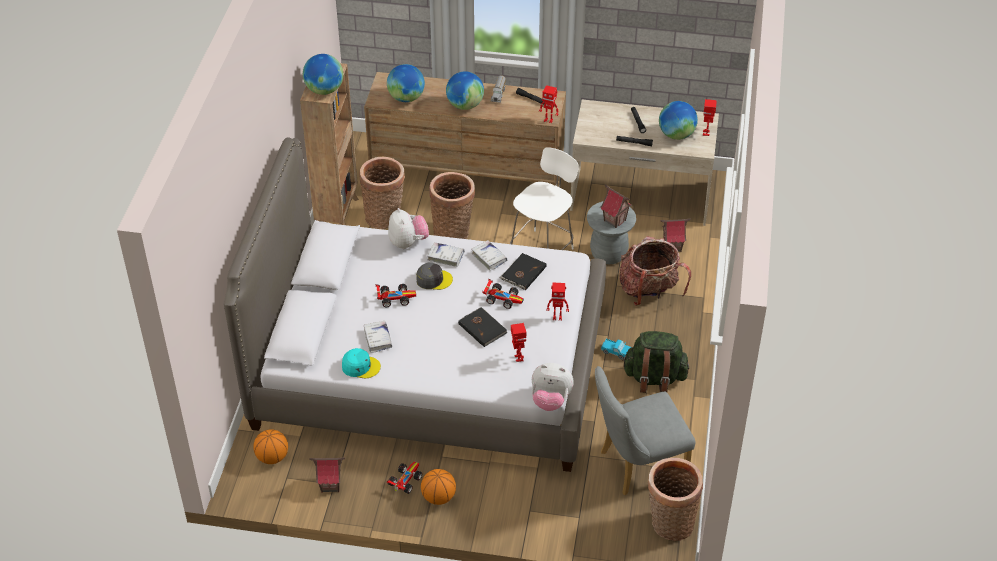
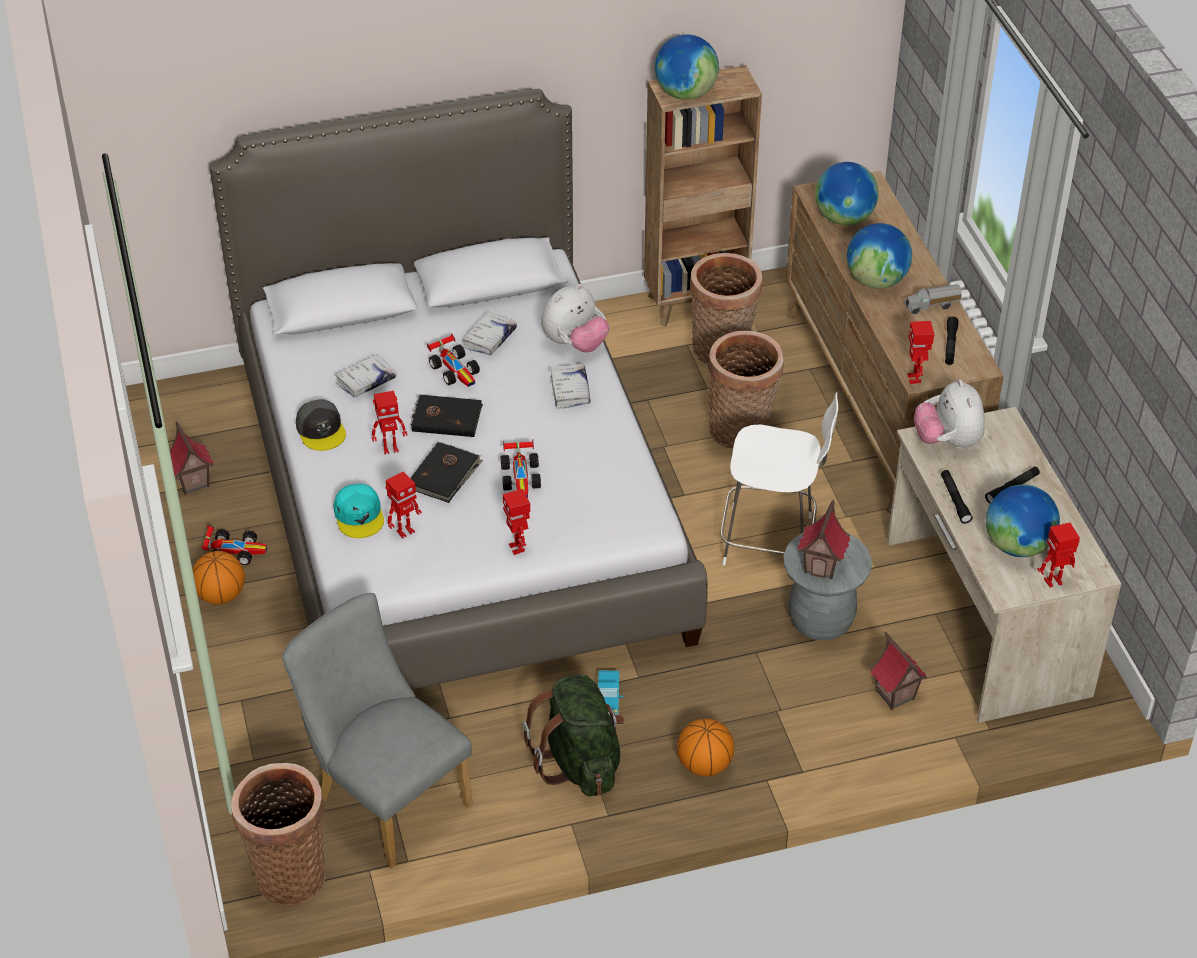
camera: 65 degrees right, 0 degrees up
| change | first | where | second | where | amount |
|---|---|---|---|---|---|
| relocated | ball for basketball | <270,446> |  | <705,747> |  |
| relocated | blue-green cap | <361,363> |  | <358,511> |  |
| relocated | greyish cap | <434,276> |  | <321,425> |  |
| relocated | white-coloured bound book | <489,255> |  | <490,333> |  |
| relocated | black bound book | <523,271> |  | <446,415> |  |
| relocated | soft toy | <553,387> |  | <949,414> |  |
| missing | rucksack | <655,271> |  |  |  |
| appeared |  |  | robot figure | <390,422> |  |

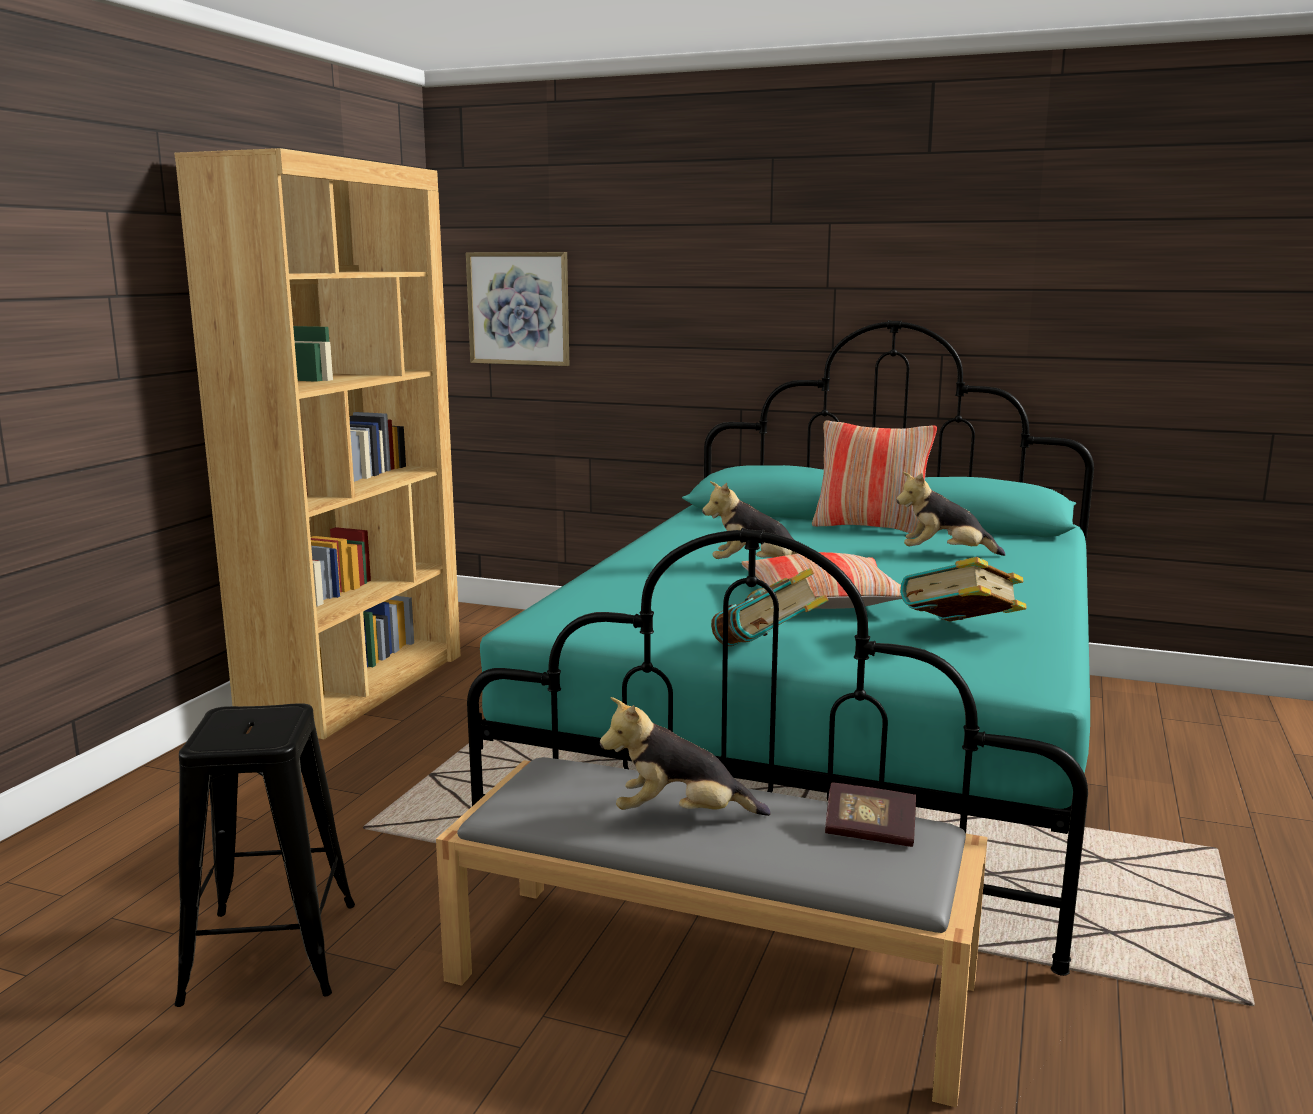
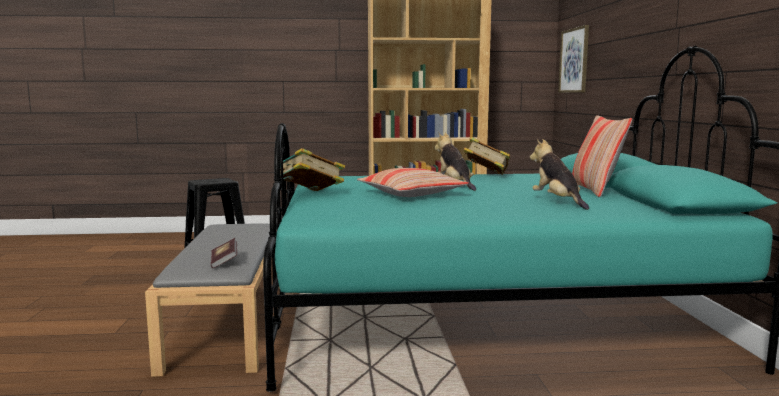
camera: 65 degrees right, 5 degrees down
| change | first | where | second | where | amount |
|---|---|---|---|---|---|
| missing | soft toy | <685,756> |  |  |  |
| relocated | bound book | <963,589> |  | <487,156> |  |

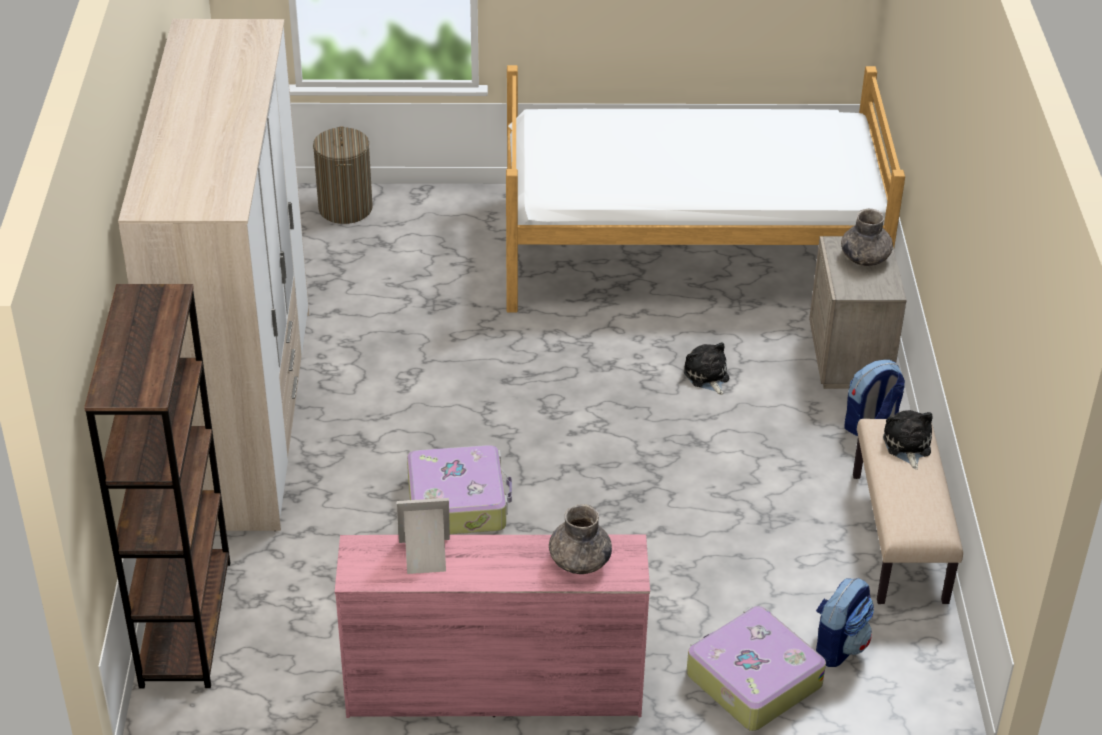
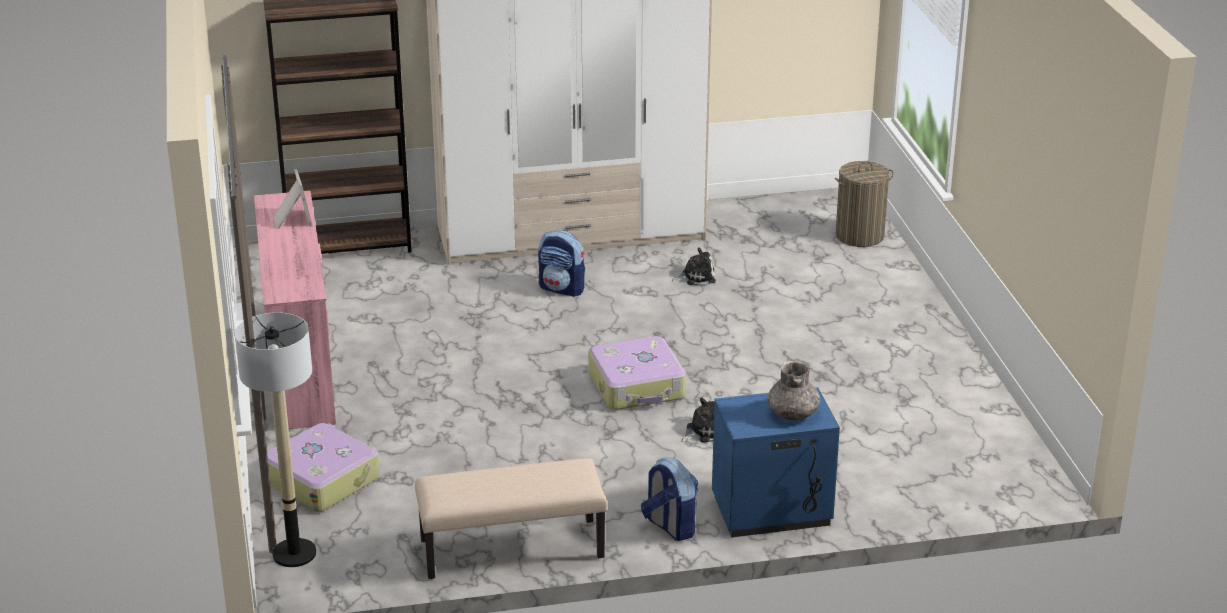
camera: 80 degrees right, 10 degrees down
| change | first | where | second | where | amount |
|---|---|---|---|---|---|
| relocated | travel case | <459,489> |  | <637,373> |  |
| missing | bedroom bed | <705,188> |  |  |  |
| missing | greyish decorative vase | <580,539> |  |  |  |
| colour | beige night table | <858,312> | bluish night table | <776,462> |  |
| relocated | rucksack | <845,622> |  | <561,263> |  |
| relocated | soft toy | <908,439> |  | <694,266> |  |
| appeared |  |  | standard lamp | <275,439> |  |

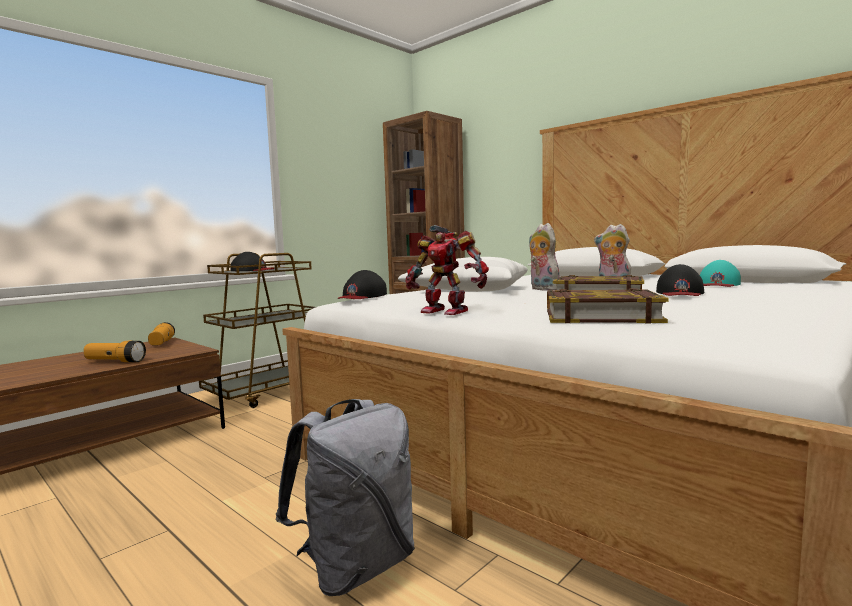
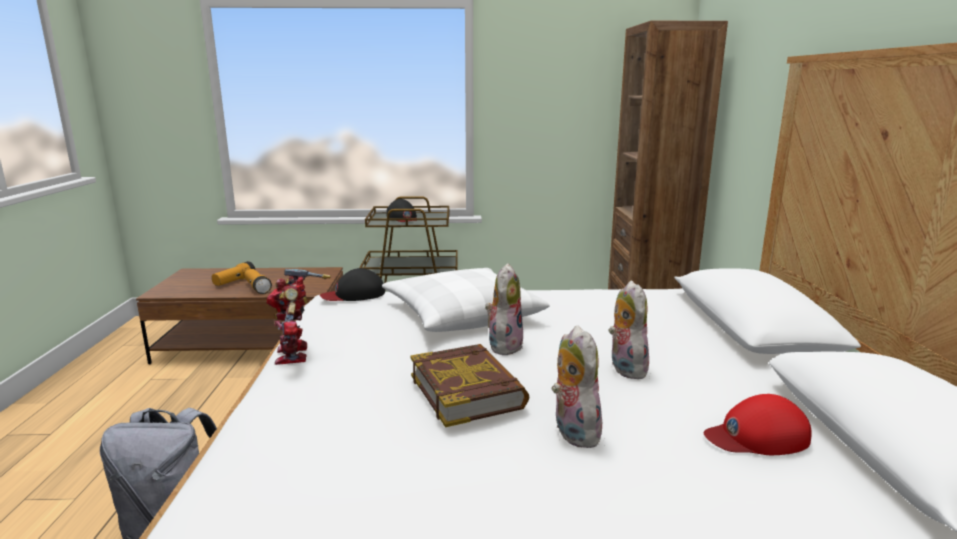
camera: 45 degrees right, 10 degrees up
| change | first | where | second | where | amount |
|---|---|---|---|---|---|
| relocated | flashlight | <161,334> |  | <233,273> |  |
| missing | bound book | <608,305> |  |  |  |
| exchanged | black cap | <680,280> | soft toy | <577,386> |  |
| colour | blue-green cap | <720,273> | red-coloured cap | <758,424> |  |

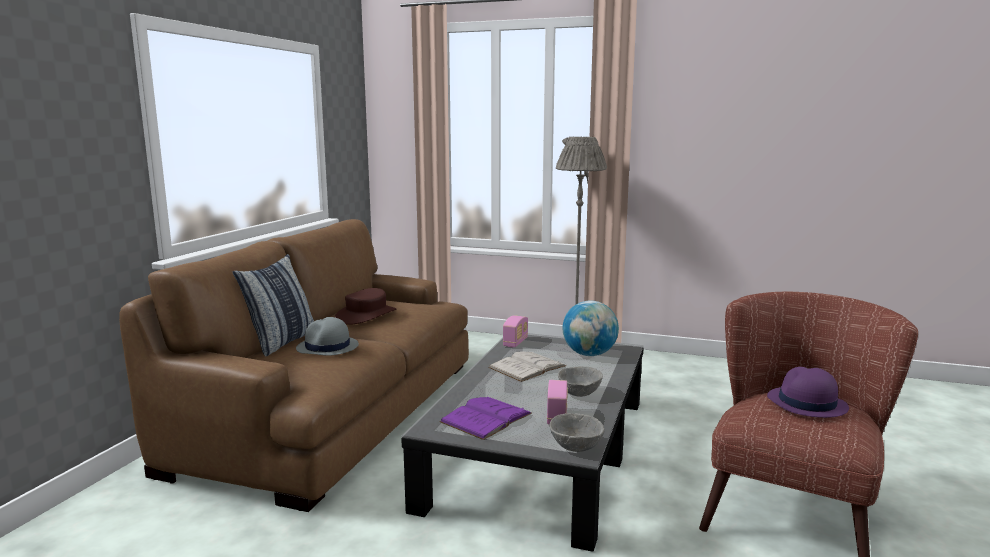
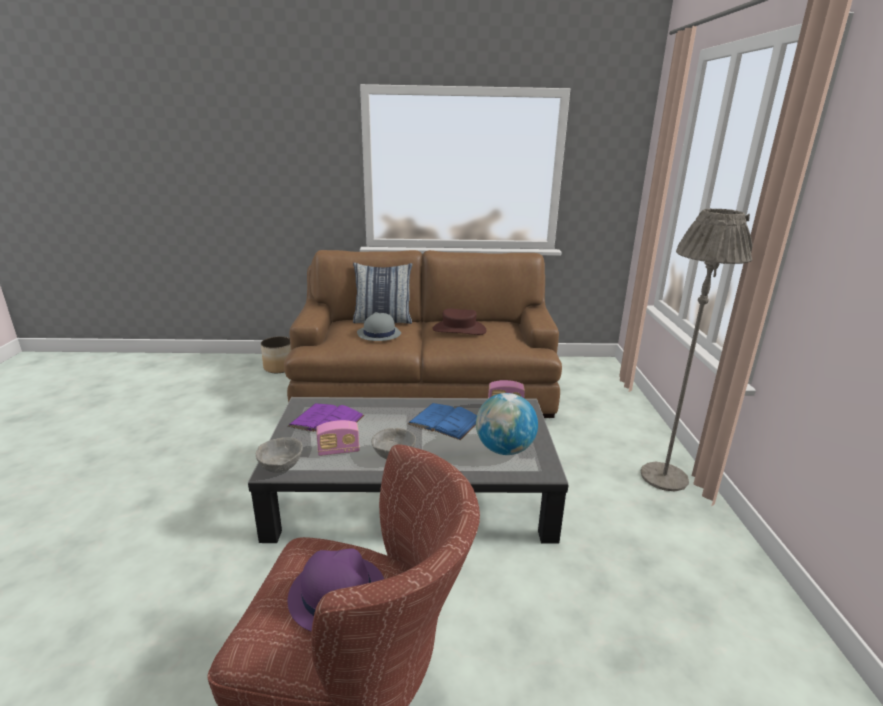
camera: 70 degrees right, 10 degrees up
| change | first | where | second | where | amount |
|---|---|---|---|---|---|
| colour | white-coloured bound book | <527,367> | bluish bound book | <442,421> |  |
| appeared |  |  | plant pot | <276,354> |  |

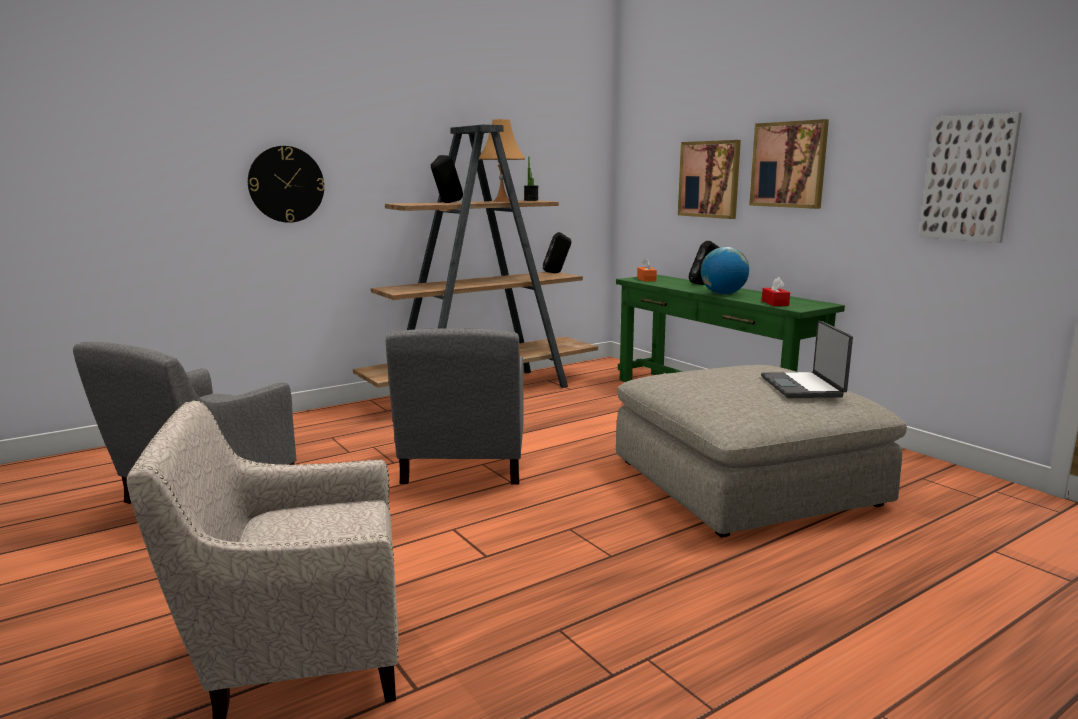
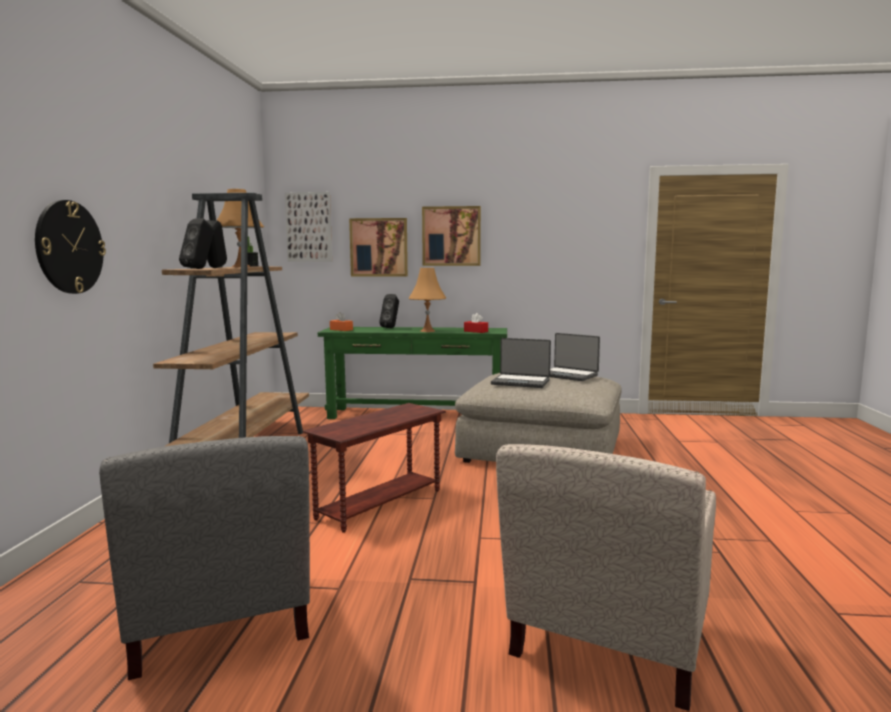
camera: 50 degrees left, 5 degrees down
| change | first | where | second | where | amount |
|---|---|---|---|---|---|
| exchanged | greyish armchair | <455,406> | brown accent table | <374,468> |  |
| relocated | black loudspeaker | <557,252> |  | <196,243> |  |
| exchanged | world globe | <725,270> | orangey table lamp | <427,300> |  |
| relocated | wall picture | <970,177> |  | <308,227> |  |
| appeared |  |  | notebook computer | <521,363> |  |

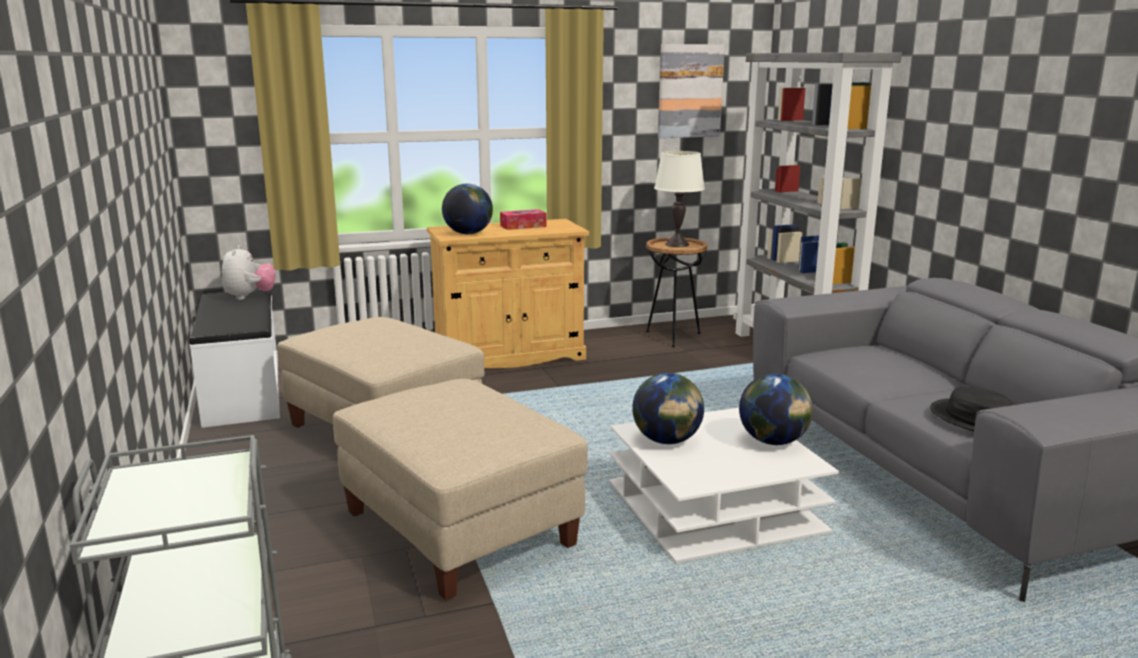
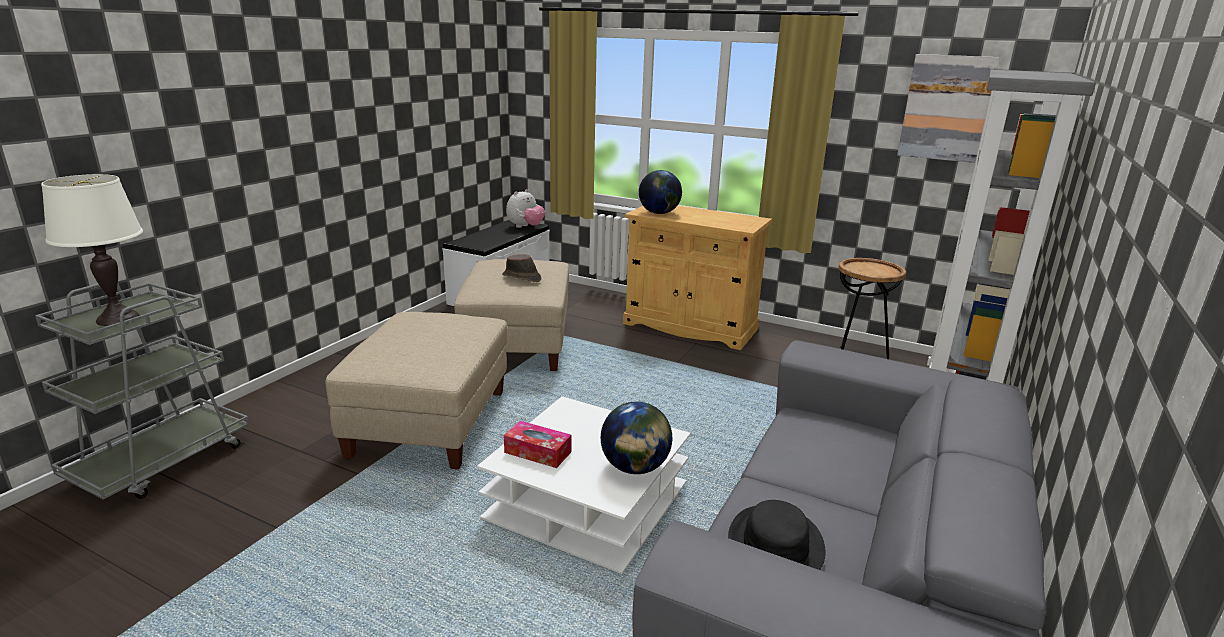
camera: 45 degrees right, 5 degrees up
| change | first | where | second | where | amount |
|---|---|---|---|---|---|
| relocated | tissue box | <523,219> |  | <538,444> |  |
| missing | world globe | <668,408> |  |  |  |
| relocated | white-coloured table lamp | <679,199> |  | <92,250> |  |
| appeared |  |  | brown wearable hat | <521,268> |  |

